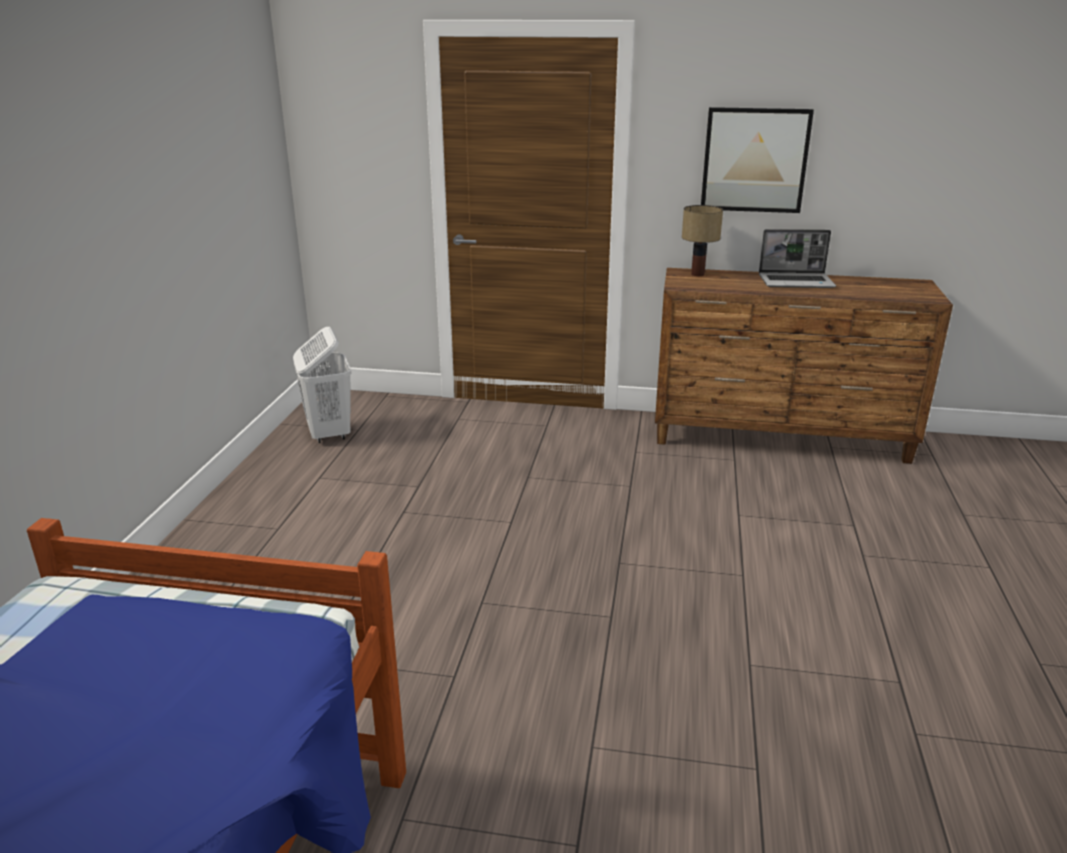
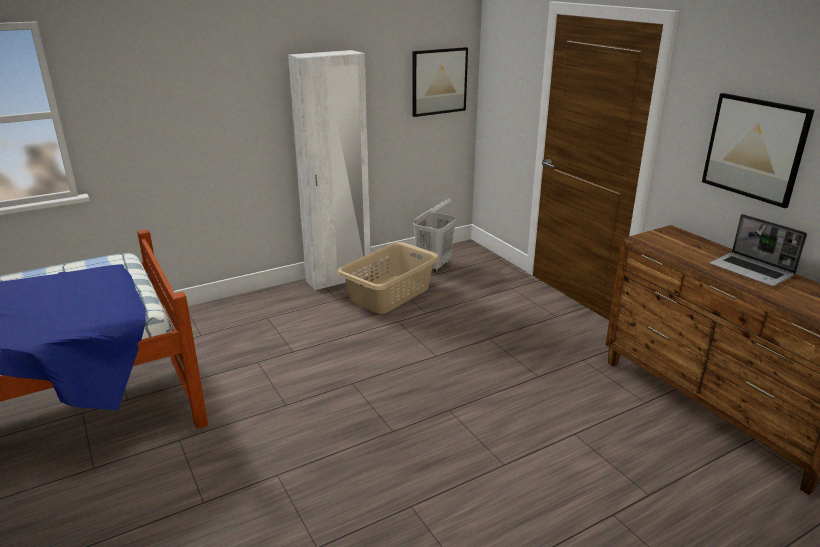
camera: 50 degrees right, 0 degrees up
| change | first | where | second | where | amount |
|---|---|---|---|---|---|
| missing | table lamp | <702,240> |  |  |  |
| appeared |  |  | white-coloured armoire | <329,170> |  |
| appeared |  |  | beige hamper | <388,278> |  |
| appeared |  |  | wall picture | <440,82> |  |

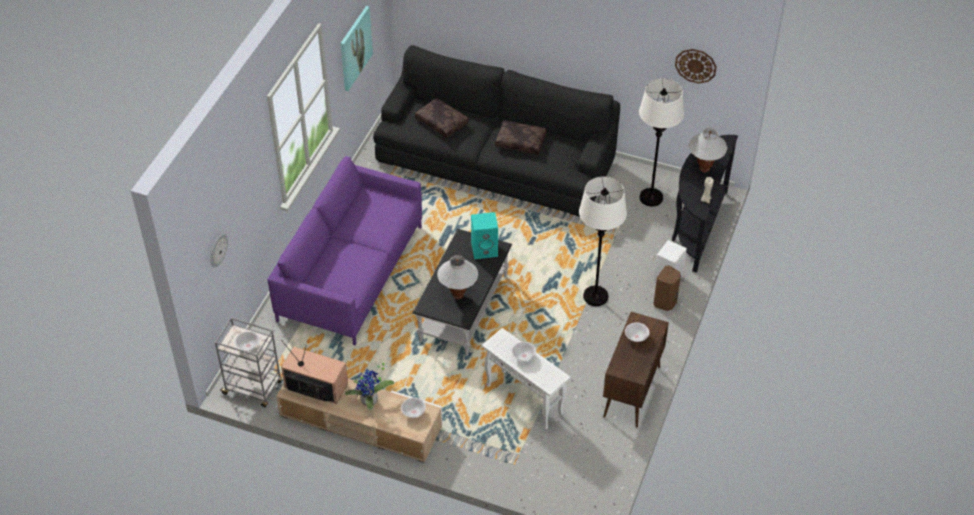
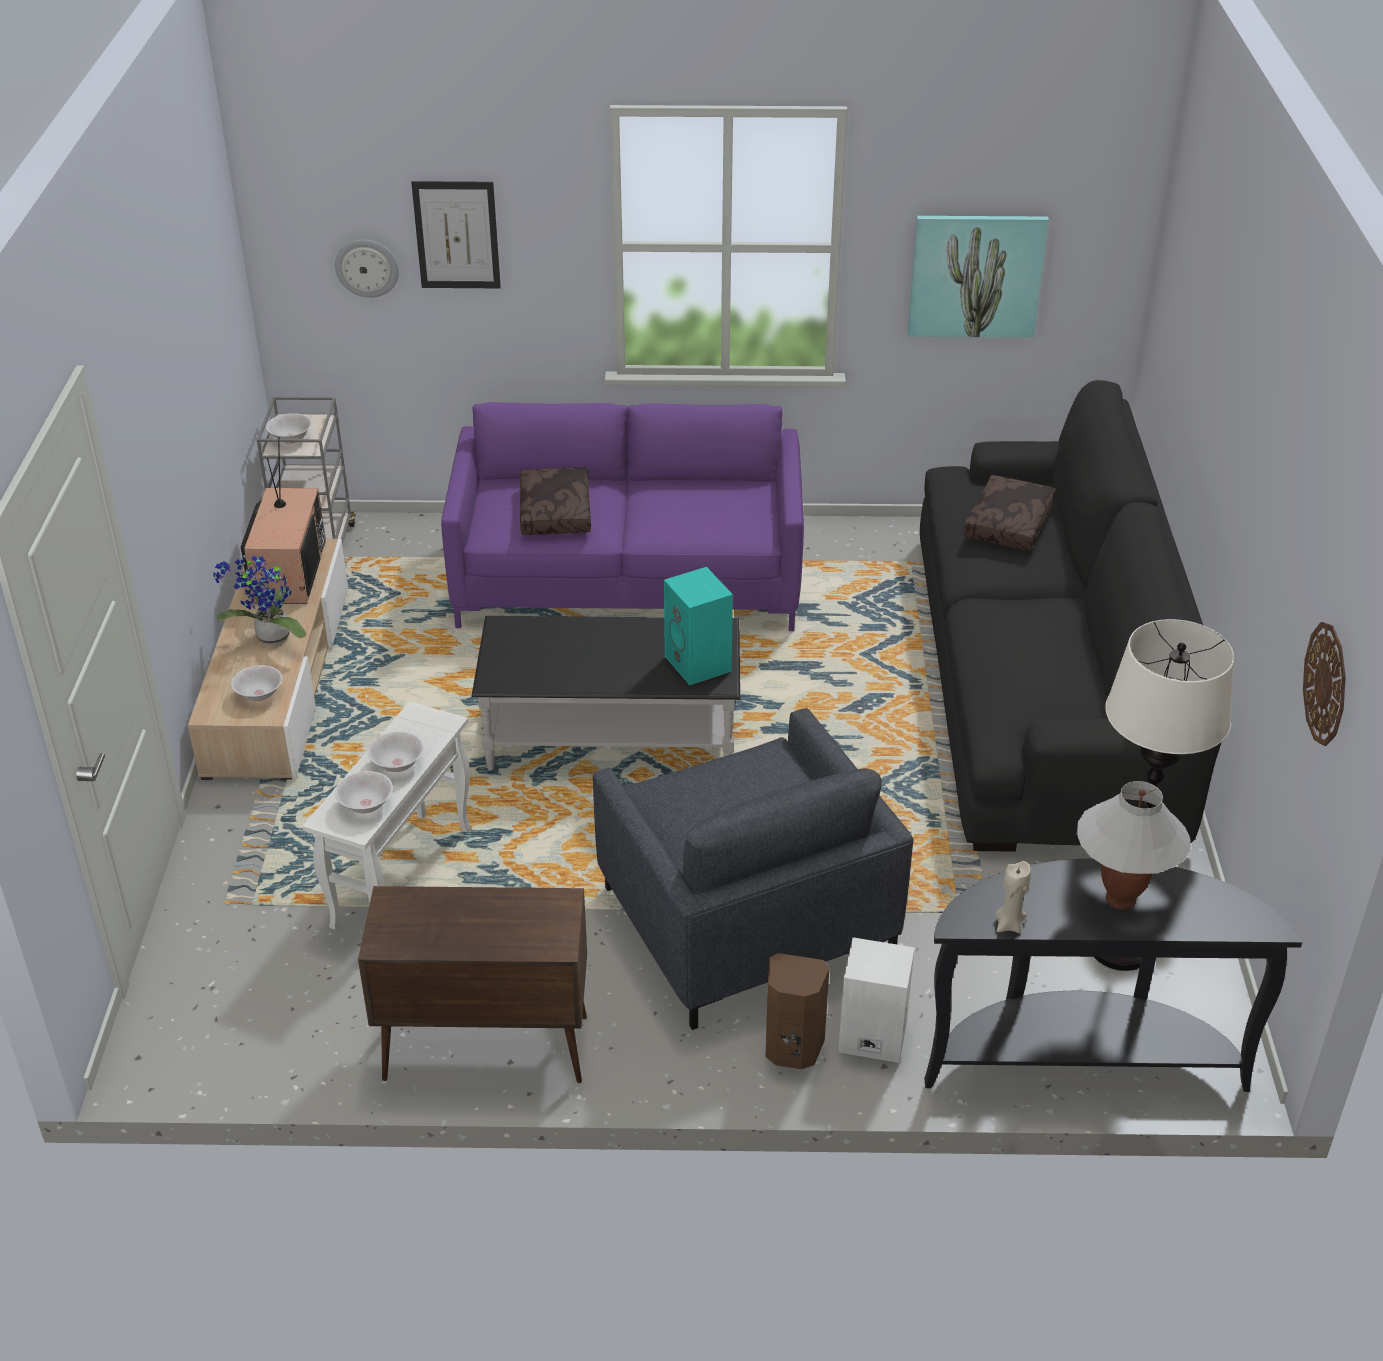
camera: 70 degrees right, 10 degrees down
| change | first | where | second | where | amount |
|---|---|---|---|---|---|
| missing | white-coloured table lamp | <457,277> |  |  |  |
| relocated | brown pillow | <521,137> |  | <555,501> |  |
| exchanged | white-coloured standard lamp | <603,241> | greyish armchair | <753,869> |  |
| relocated | white-coloured serving bowl | <637,332> |  | <364,792> |  |
| appeared |  |  | wall picture | <456,234> |  |

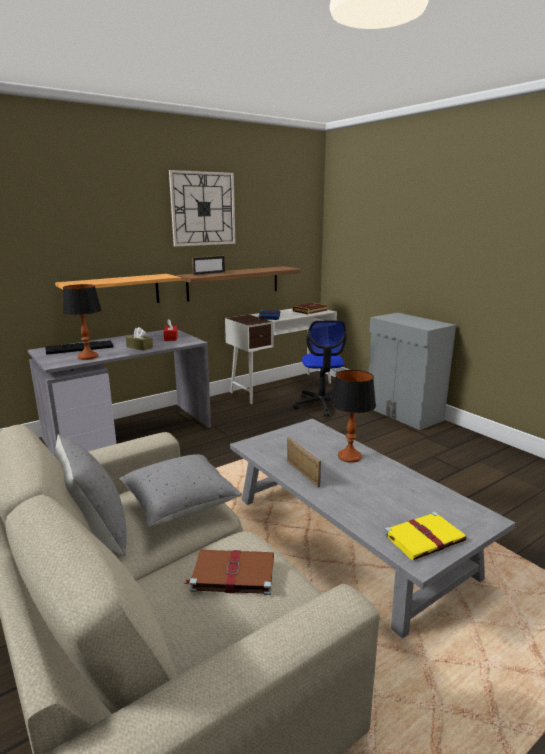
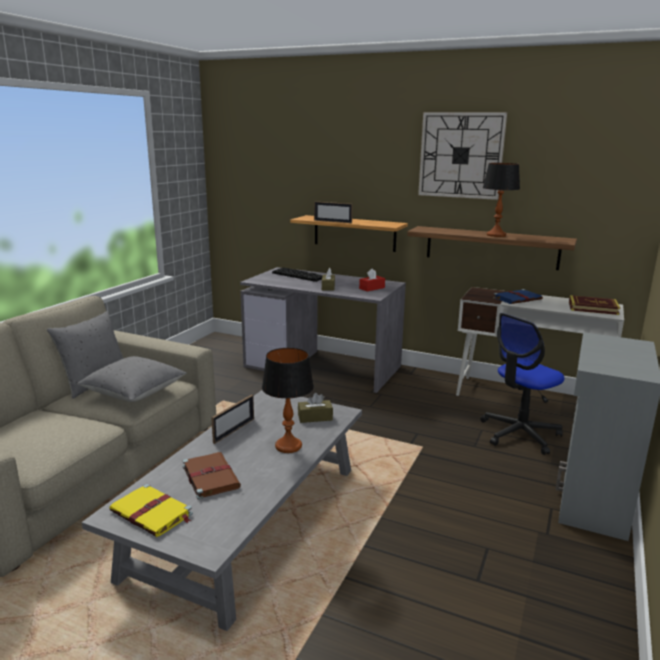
camera: 60 degrees right, 0 degrees up
| change | first | where | second | where | amount |
|---|---|---|---|---|---|
| relocated | table lamp | <82,322> |  | <501,200> |  |
| relocated | brown bound book | <229,572> |  | <211,476> |  |
| relocated | photo frame | <208,265> |  | <333,212> |  |
| appeared |  |  | brown tissue box | <315,408> |  |

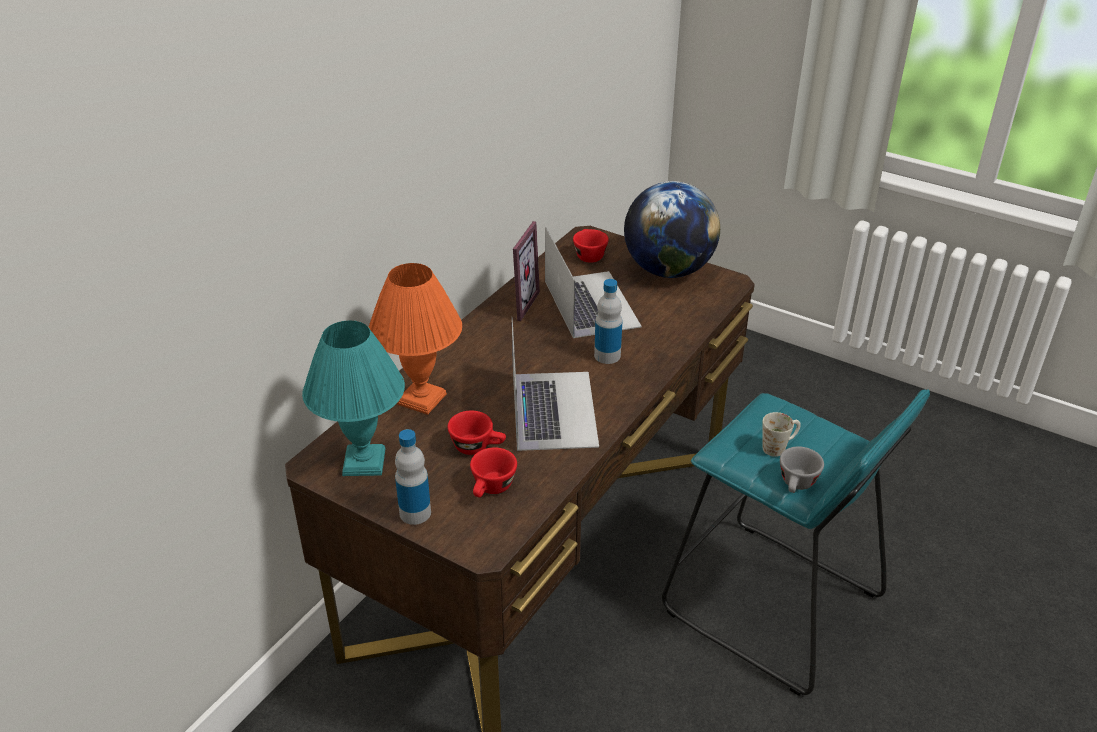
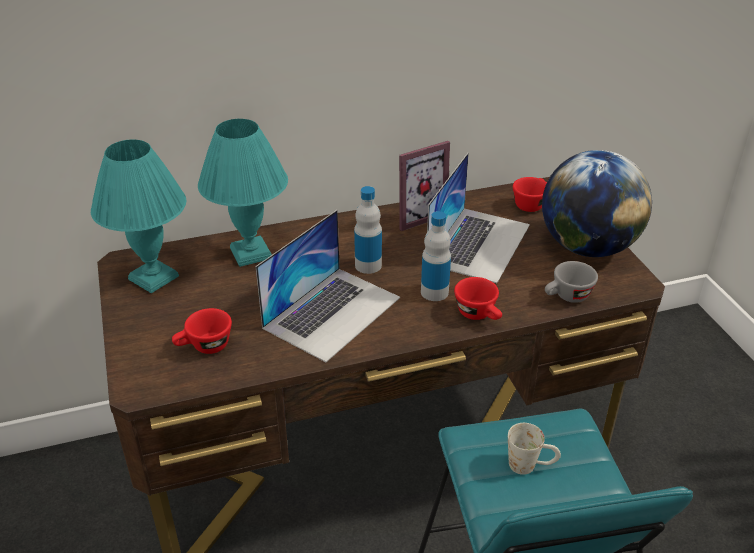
camera: 40 degrees right, 0 degrees up
| change | first | where | second | where | amount |
|---|---|---|---|---|---|
| colour | orangey table lamp | <415,339> | blue-green table lamp | <243,193> |  |
| relocated | beverage bottle | <413,477> |  | <368,230> |  |
| relocated | red-coloured cup | <477,433> |  | <478,298> |  |
| relocated | greyish cup | <802,469> |  | <571,282> |  |

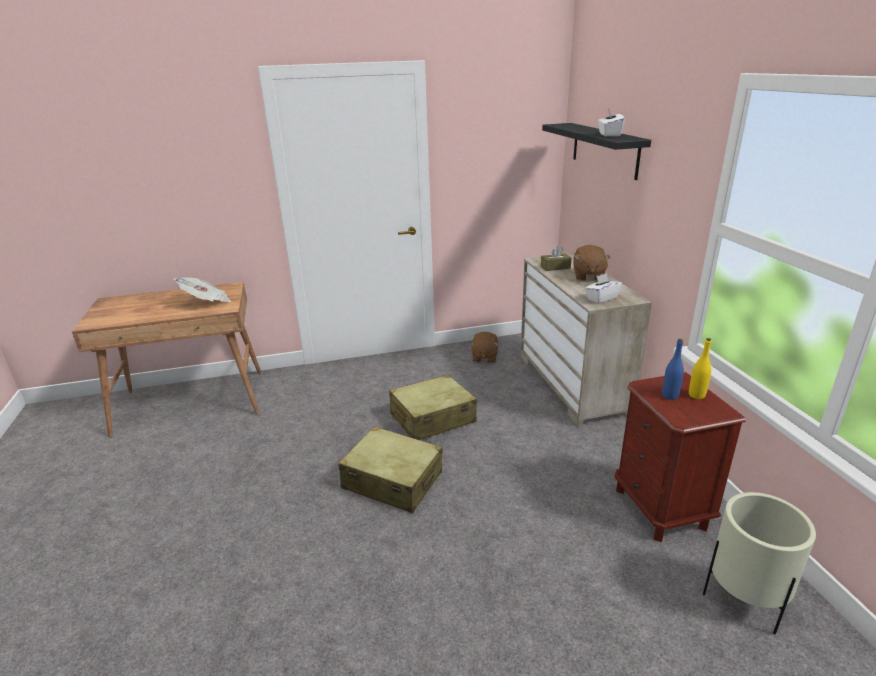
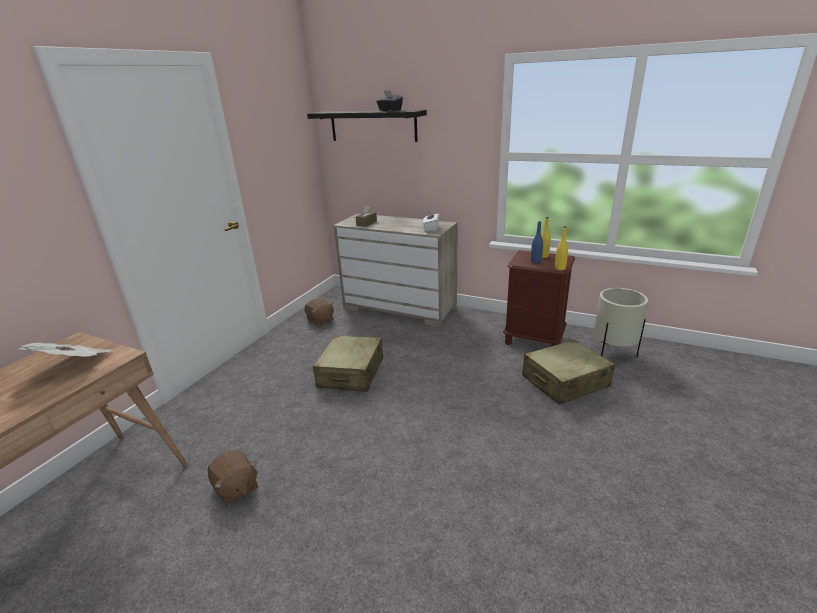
camera: 50 degrees left, 0 degrees up
| change | first | where | second | where | amount |
|---|---|---|---|---|---|
| relocated | beige travel case | <391,469> |  | <568,372> |  |
| relocated | brown soft toy | <592,263> |  | <233,478> |  |
| colour | white-coloured tissue box | <611,122> | black tissue box | <389,101> |  |
| appeared |  |  | yellow-coloured beverage bottle | <561,248> |  |

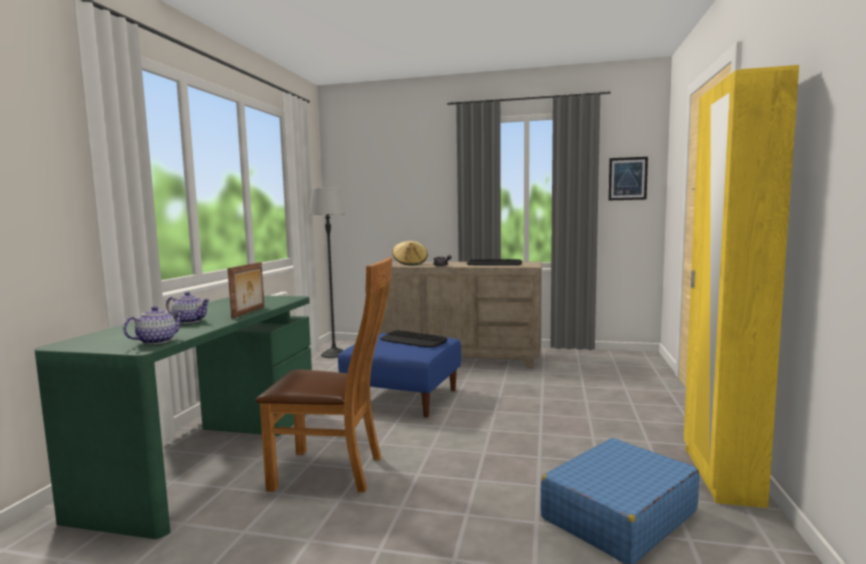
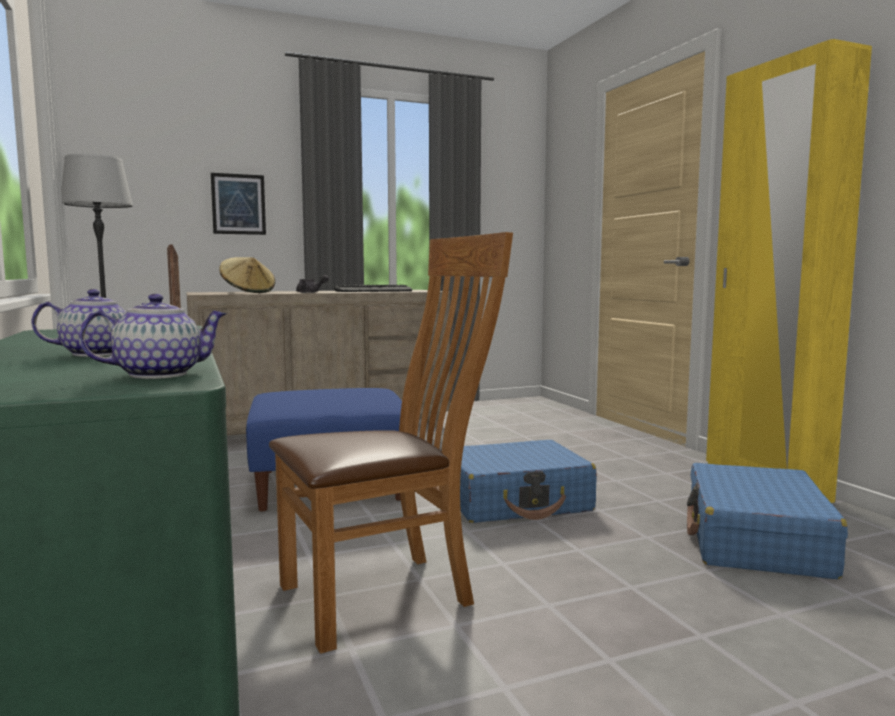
camera: 35 degrees left, 0 degrees up
| change | first | where | second | where | amount |
|---|---|---|---|---|---|
| spun | pot for tea | <153,325> |  | <153,336> | 60 degrees clockwise |
| missing | keyboard | <413,339> |  |  |  |
| relocated | wall picture | <628,178> |  | <238,204> |  |
| appeared |  |  | bluish travel case | <528,481> |  |

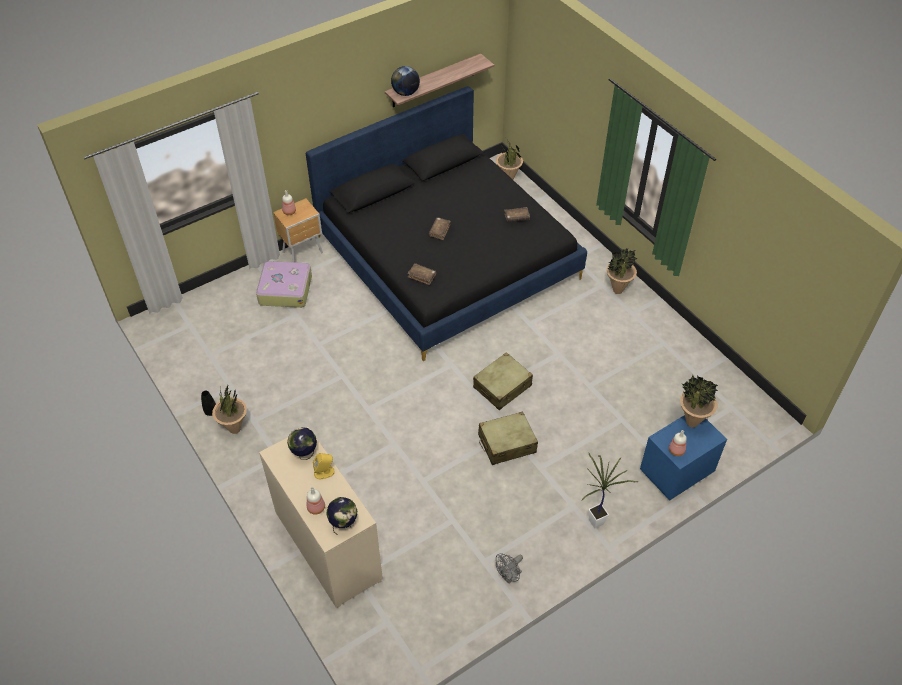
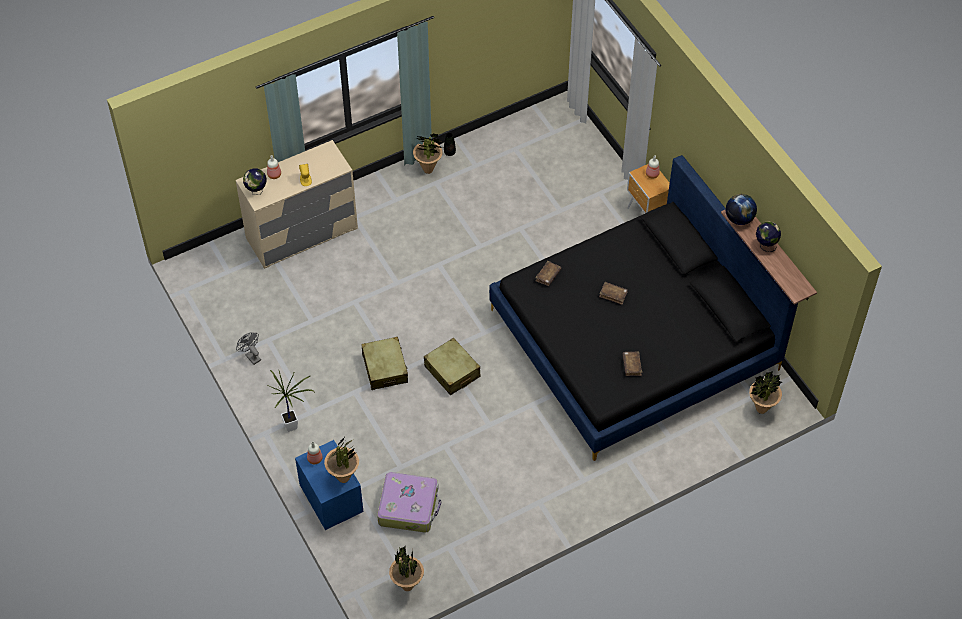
camera: 95 degrees right, 5 degrees up
| change | first | where | second | where | amount |
|---|---|---|---|---|---|
| relocated | travel case | <284,284> |  | <409,502> |  |
| relocated | world globe | <302,443> |  | <768,236> |  |
| relocated | houseplant | <621,271> |  | <406,568> |  |

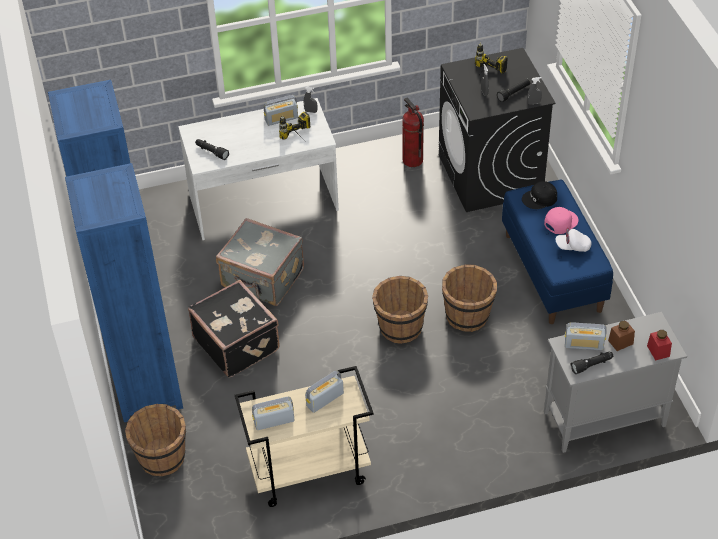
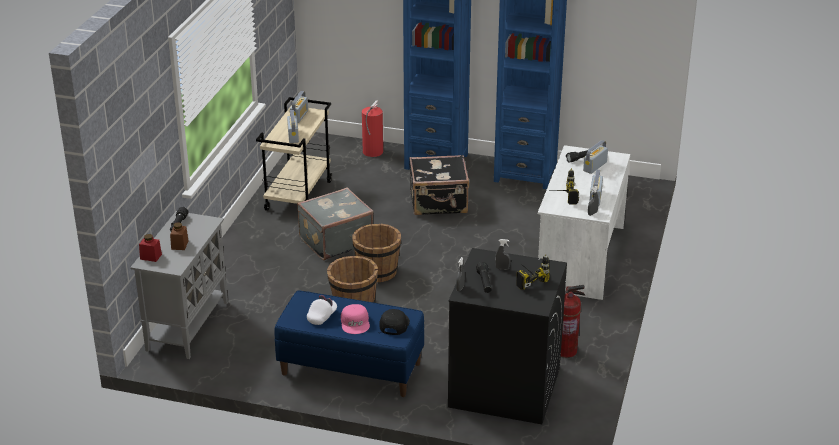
camera: 120 degrees right, 15 degrees down
| change | first | where | second | where | amount |
|---|---|---|---|---|---|
| exchanged | brown bucket | <155,440> | fire-fighting cylinder | <372,128> |  |
| relocated | greyish travel case | <260,262> |  | <335,223> |  |
| relocated | radio set | <586,336> |  | <595,157> |  |

